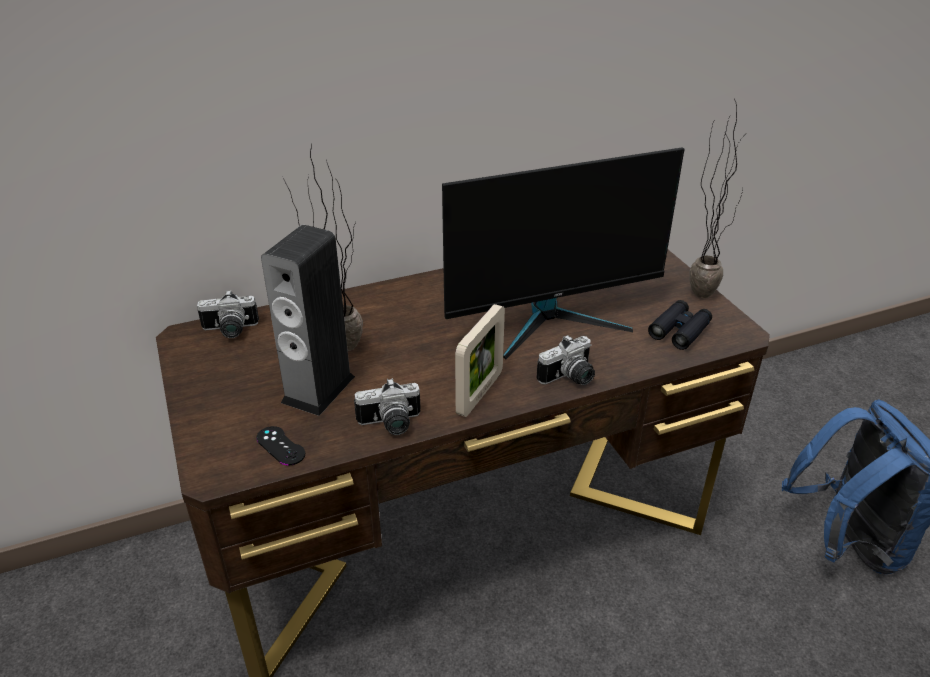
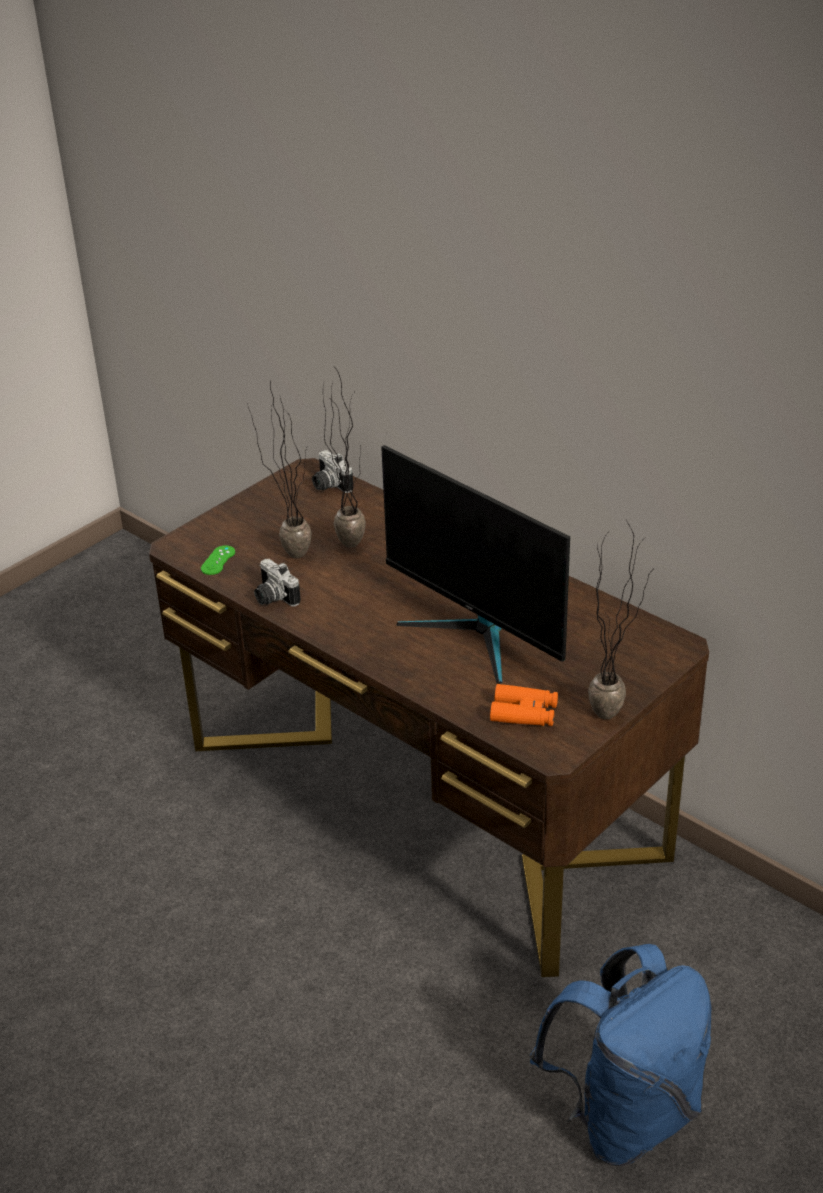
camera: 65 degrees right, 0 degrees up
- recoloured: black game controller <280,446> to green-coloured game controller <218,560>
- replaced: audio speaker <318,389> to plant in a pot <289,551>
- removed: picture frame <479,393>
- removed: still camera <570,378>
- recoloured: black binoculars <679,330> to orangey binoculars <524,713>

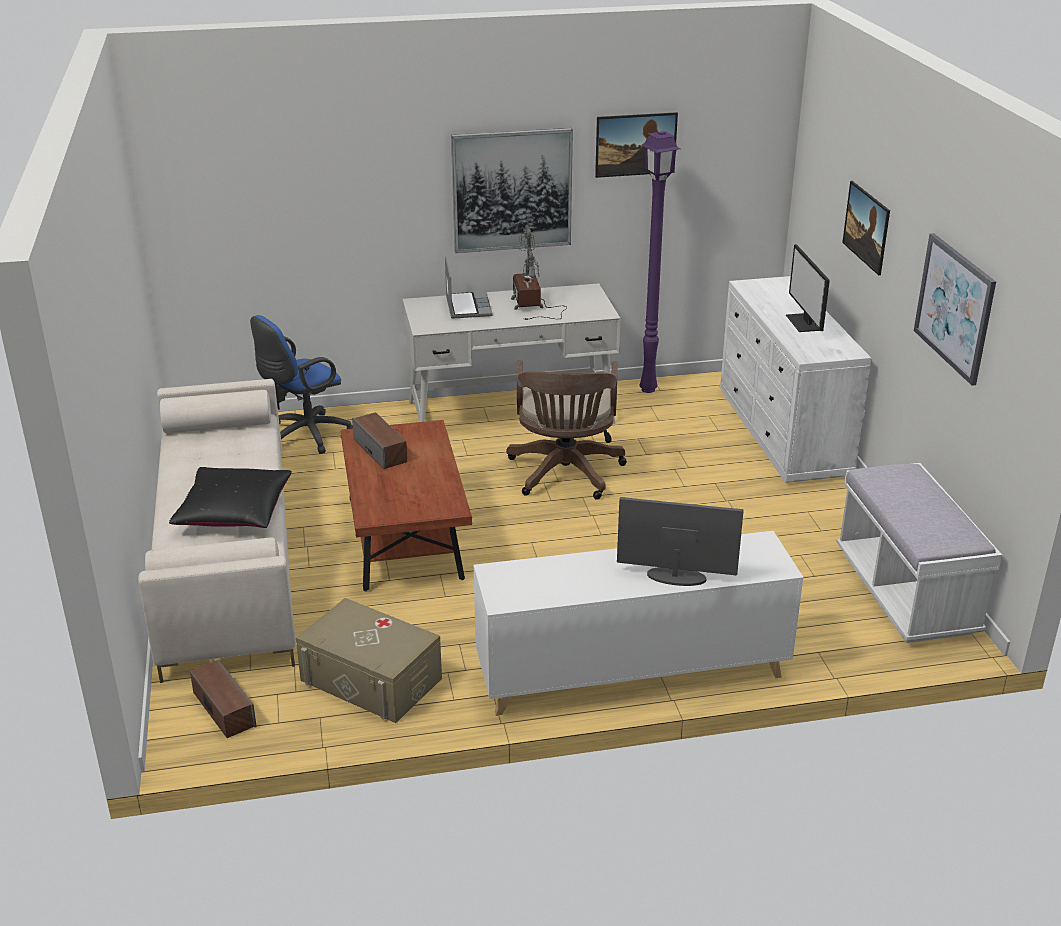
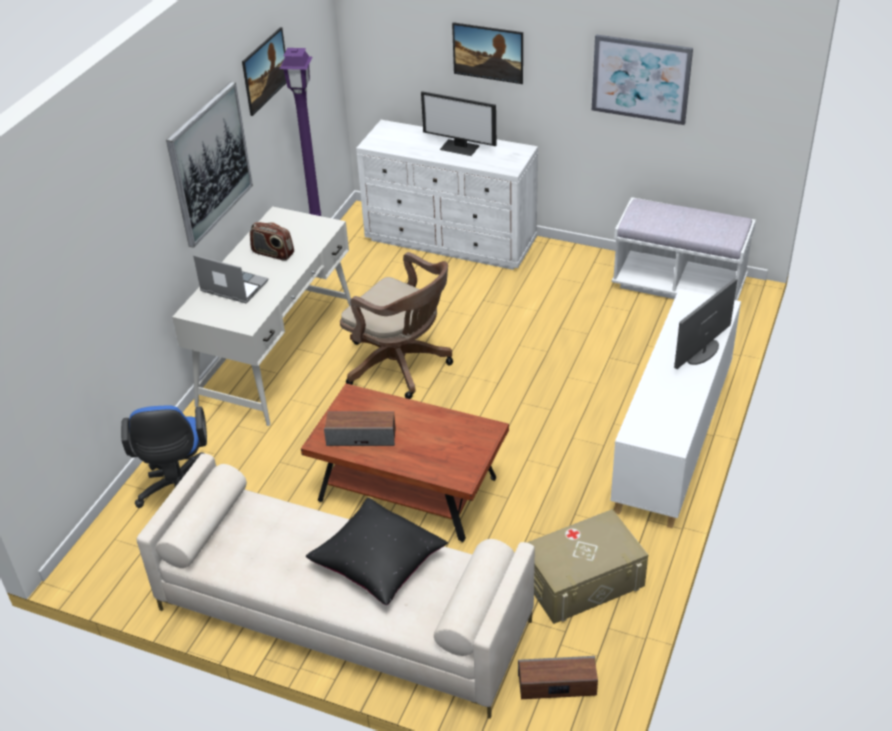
camera: 55 degrees left, 10 degrees up
- replaced: tabletop lamp <532,305> to radio receiver <273,253>

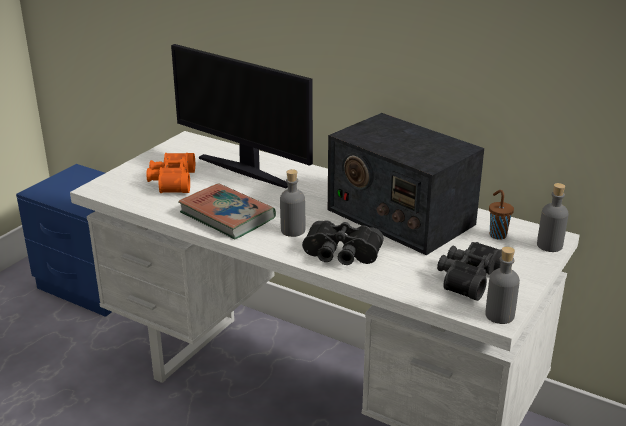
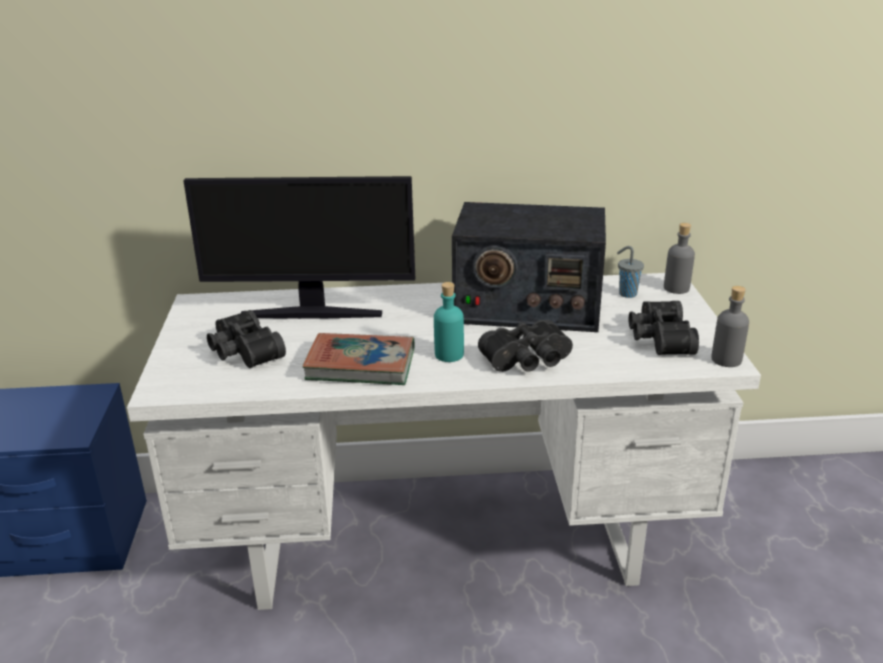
camera: 35 degrees left, 0 degrees up
- recoloured: orangey binoculars <171,181> to black binoculars <243,352>
- recoloured: greyish drink bottle <293,230> to turquoise-coloured drink bottle <449,354>
- recoloured: brown-coloured small cup <497,235> to greyish small cup <626,294>

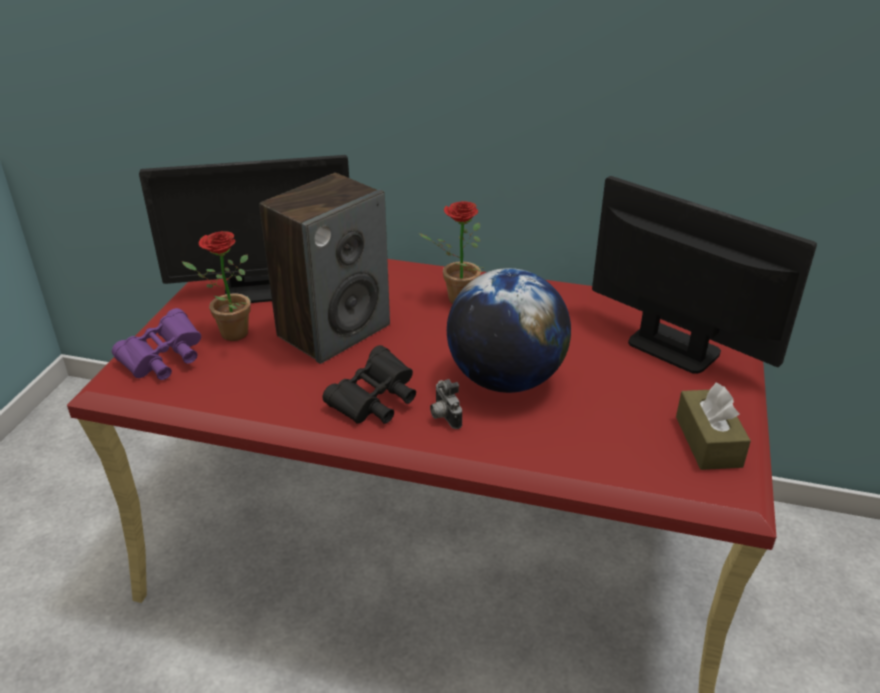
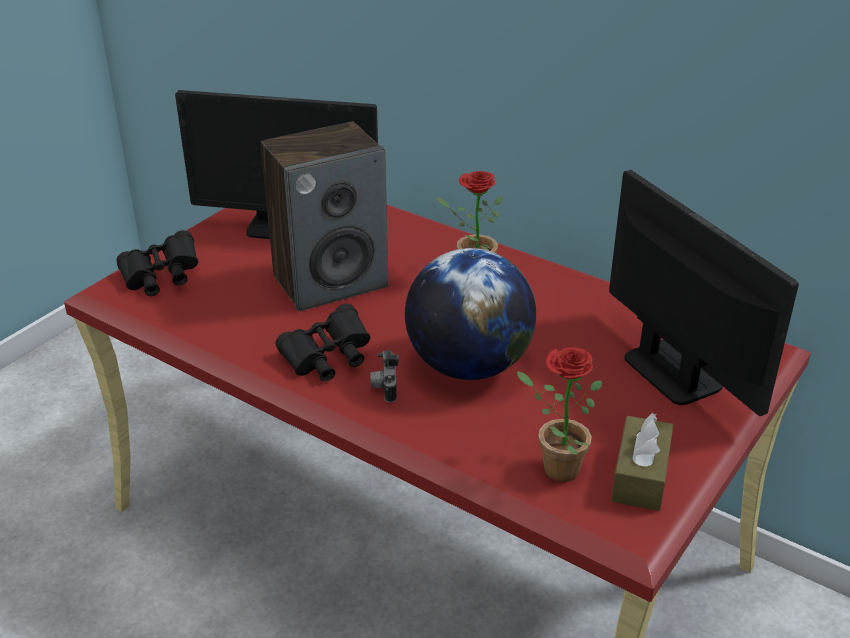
camera: 20 degrees right, 0 degrees up
- recoloured: purplish binoculars <164,361> to black binoculars <161,279>
- moved: plant in a pot <228,333> to <553,468>

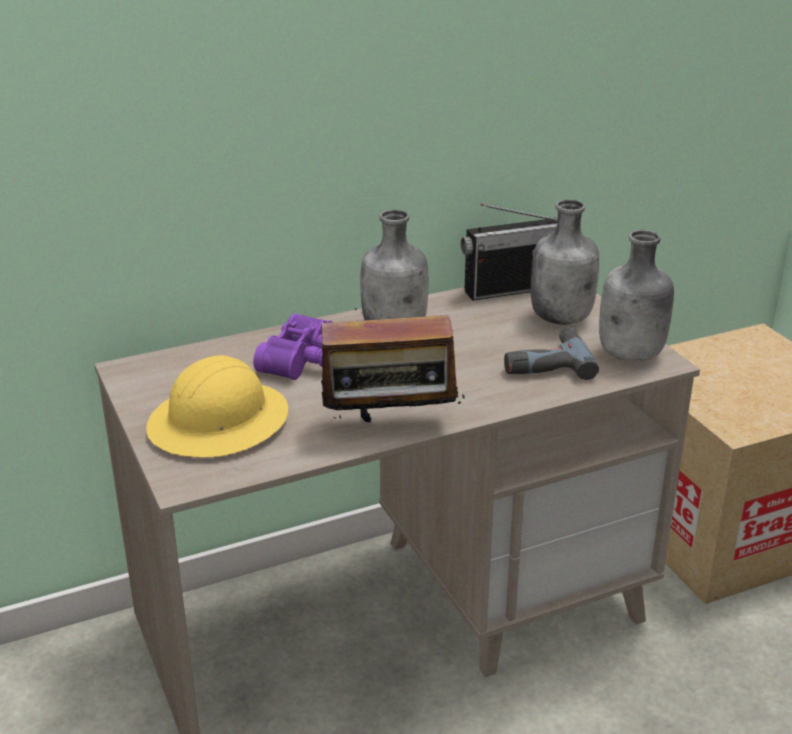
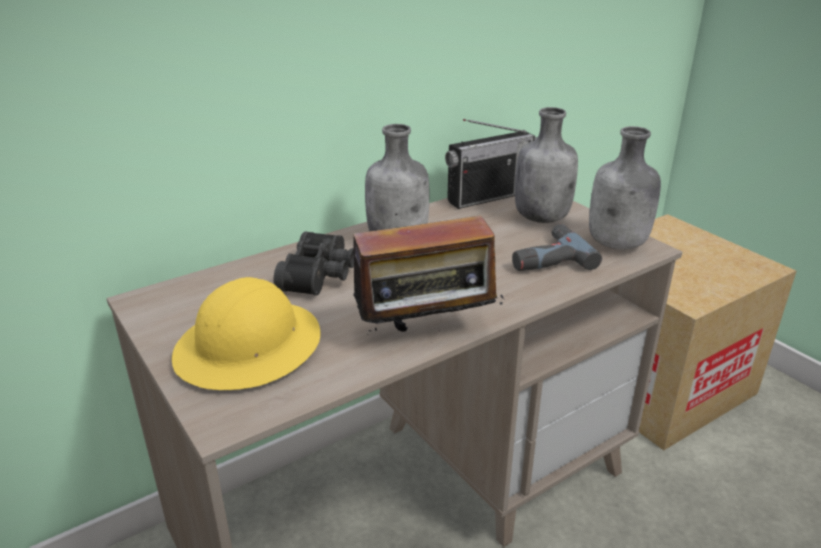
camera: 10 degrees left, 0 degrees up
- recoloured: purplish binoculars <304,360> to black binoculars <321,275>

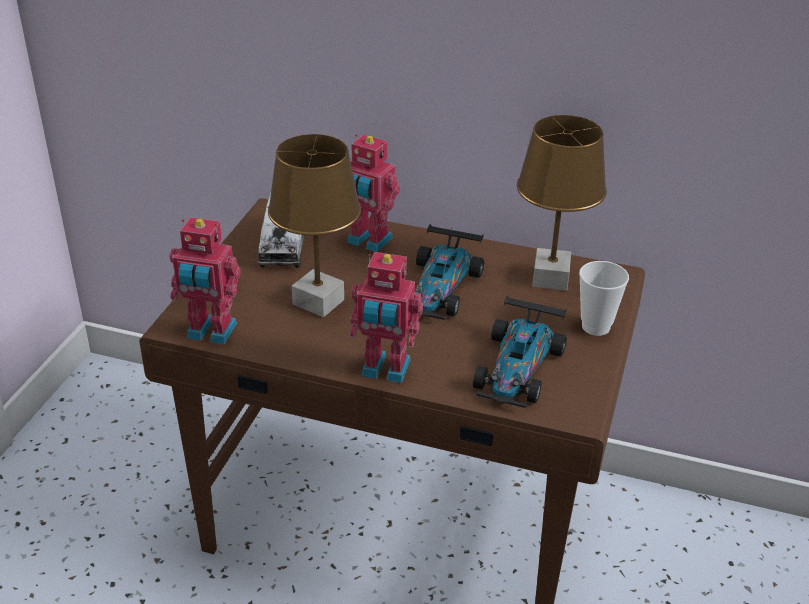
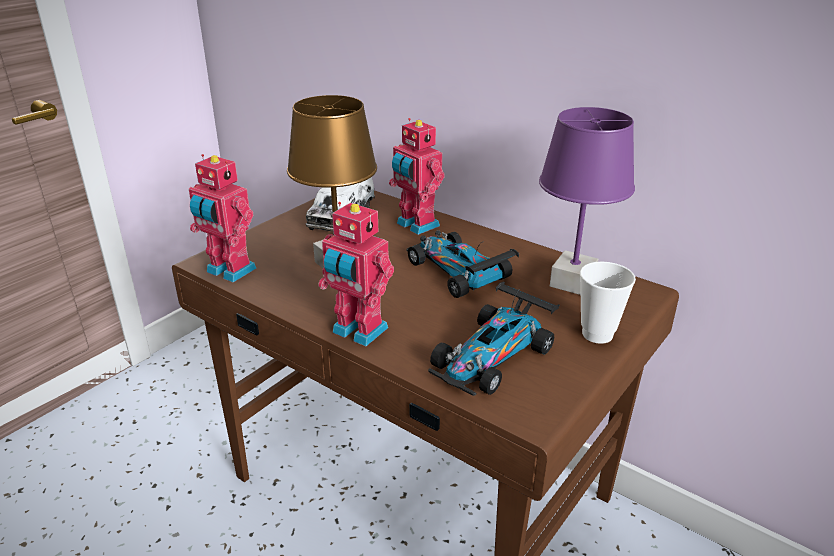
camera: 20 degrees right, 5 degrees down
- turned: model car <440,288> = <457,272> 105 degrees clockwise
- recoloured: brown-coloured tabletop lamp <550,277> to purplish tabletop lamp <572,282>

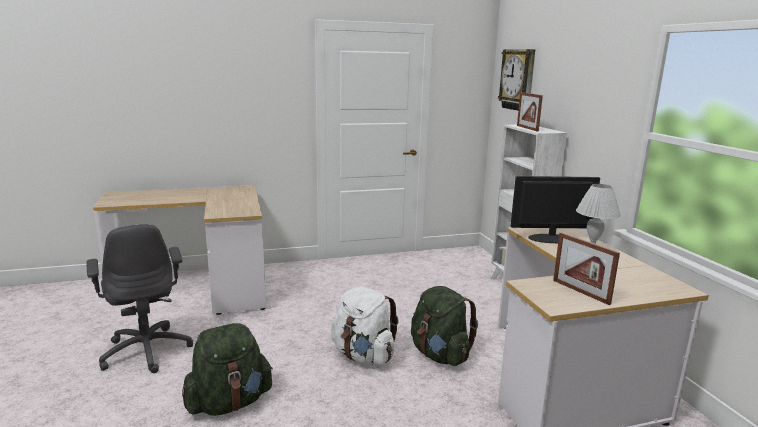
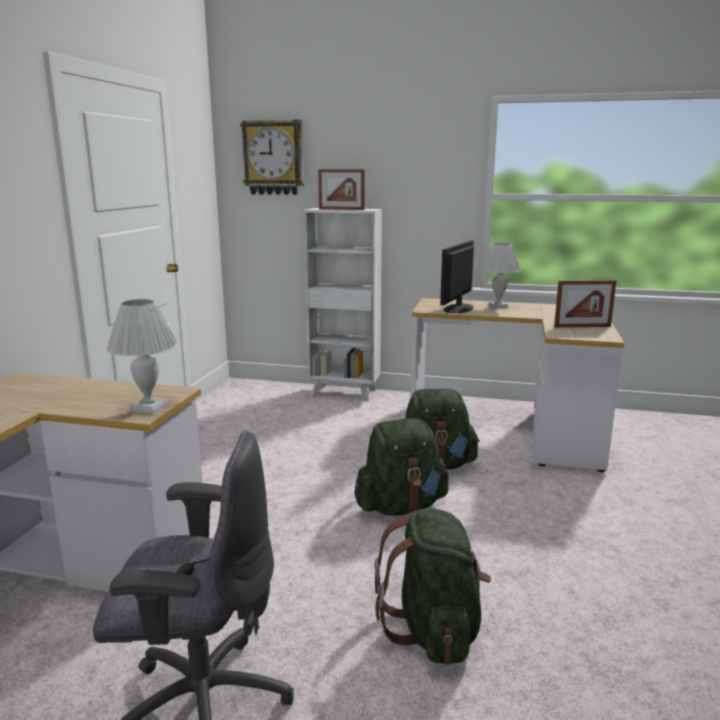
camera: 60 degrees left, 0 degrees up
- recoloured: whitish rucksack <363,356> to green-coloured rucksack <401,506>
- added: whitish tabletop lamp <148,408>

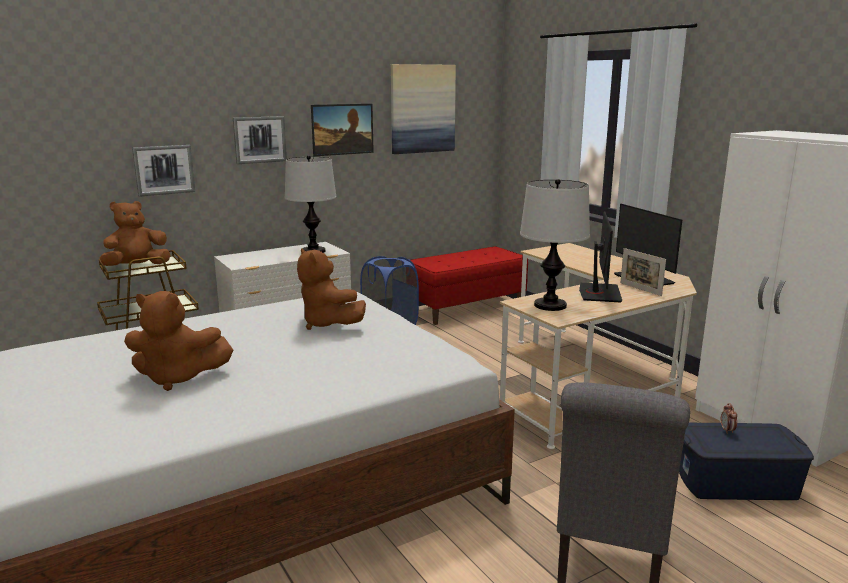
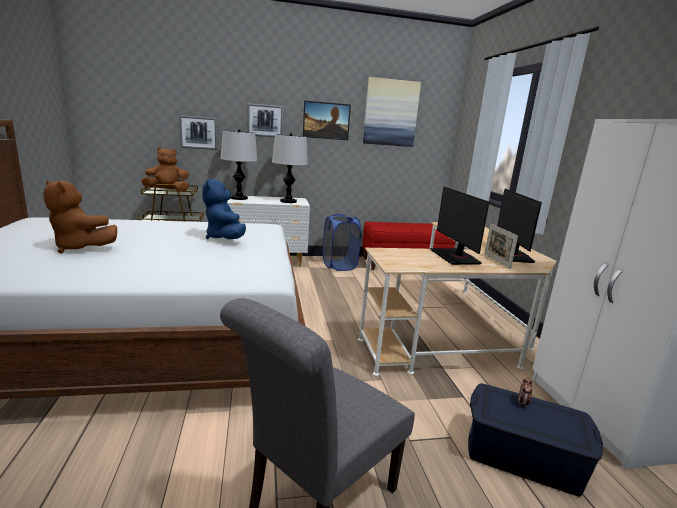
camera: 20 degrees right, 0 degrees up
- recoloured: brown-coloured plush toy <328,324> to bluish plush toy <225,238>
- moved: tabletop lamp <549,305> to <239,198>
- turned: monitor <599,293> = <455,257> 135 degrees clockwise

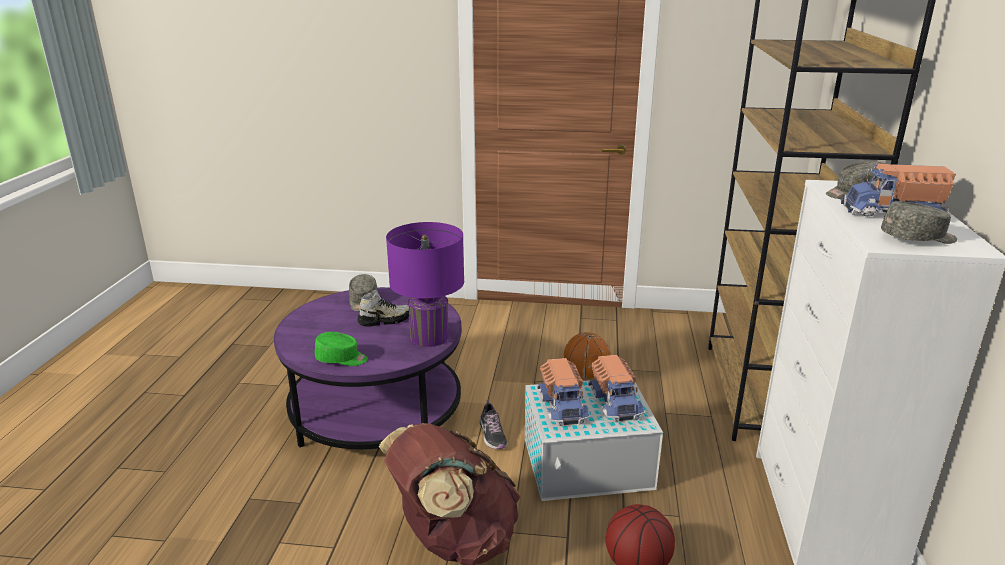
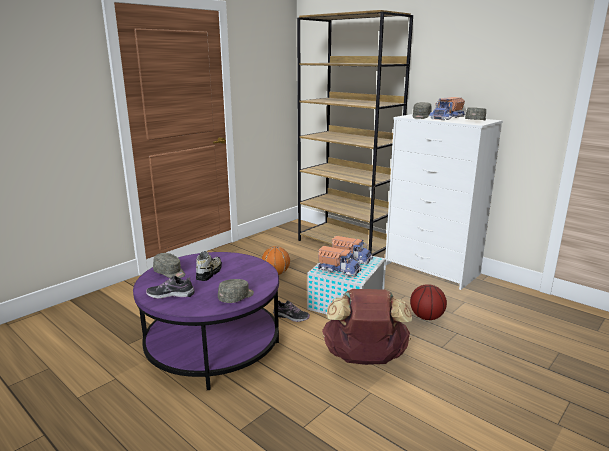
camera: 55 degrees left, 5 degrees down
- recoloured: green-coloured peaked cap <341,359> to greyish peaked cap <236,297>
- removed: purplish tabletop lamp <429,337>
- added: low shoe <171,295>

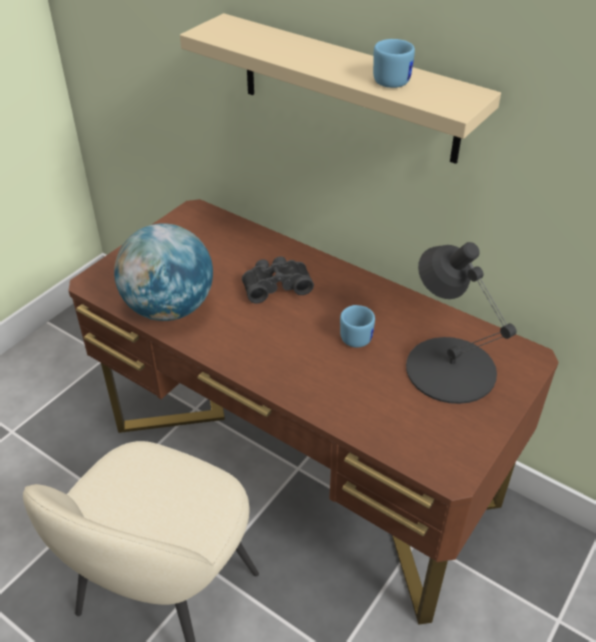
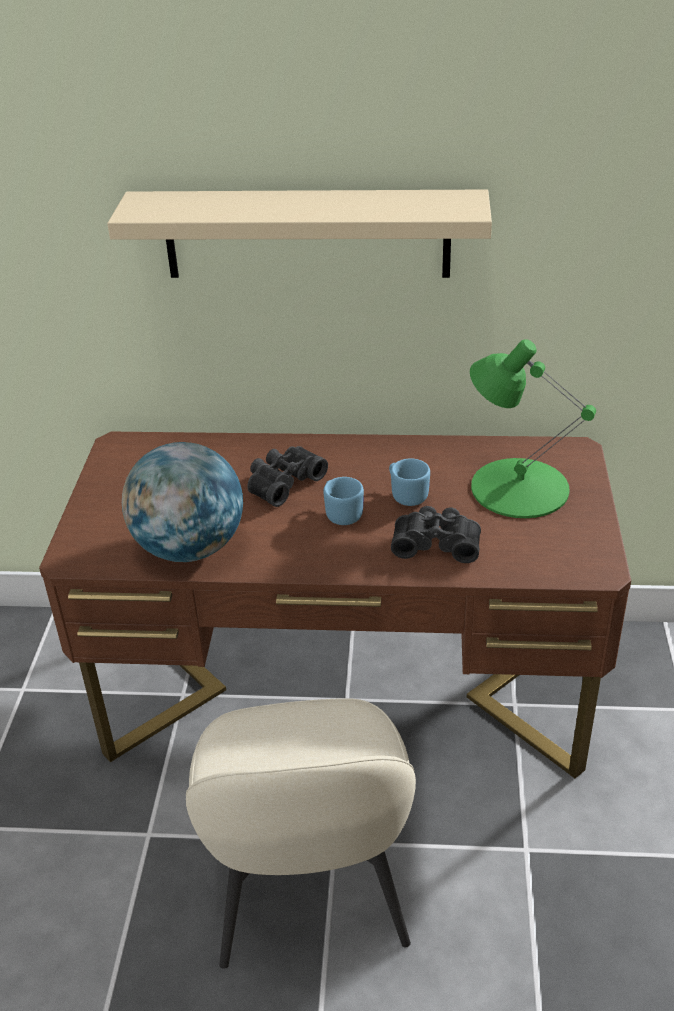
camera: 30 degrees left, 5 degrees down
- moved: bluish mug <391,79> to <342,513>
- recoloured: black tabletop lamp <450,368> to green-coloured tabletop lamp <518,487>
- added: black binoculars <436,543>

